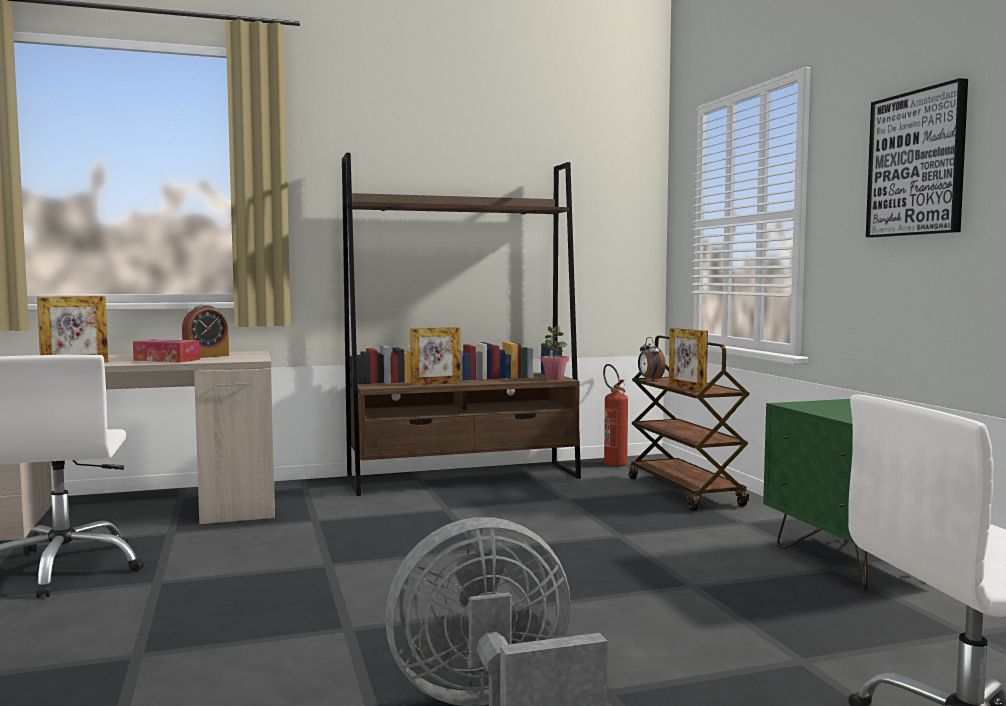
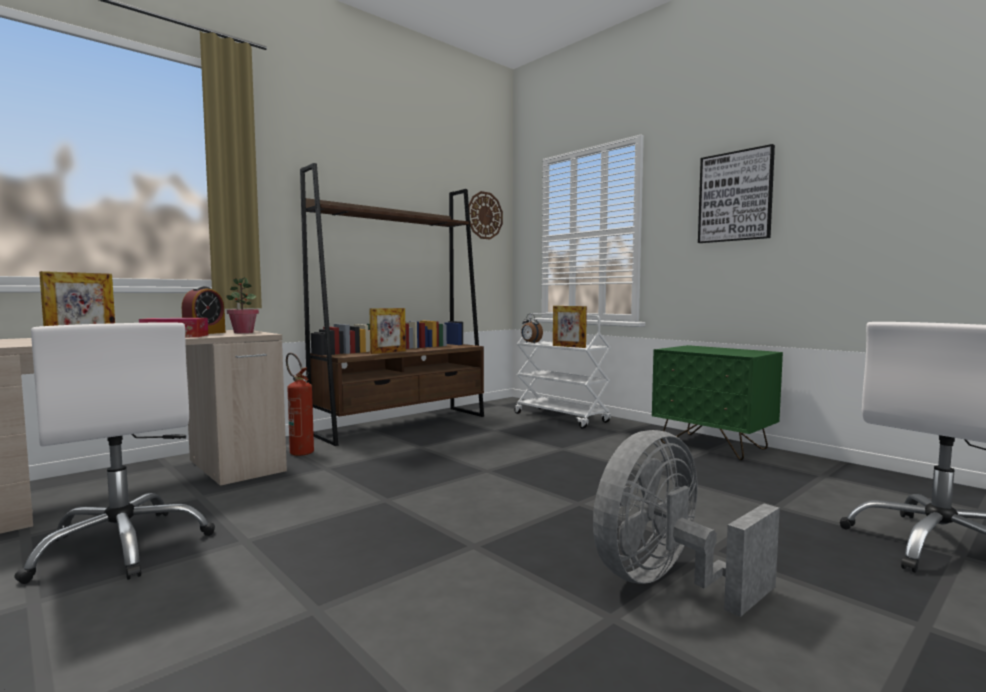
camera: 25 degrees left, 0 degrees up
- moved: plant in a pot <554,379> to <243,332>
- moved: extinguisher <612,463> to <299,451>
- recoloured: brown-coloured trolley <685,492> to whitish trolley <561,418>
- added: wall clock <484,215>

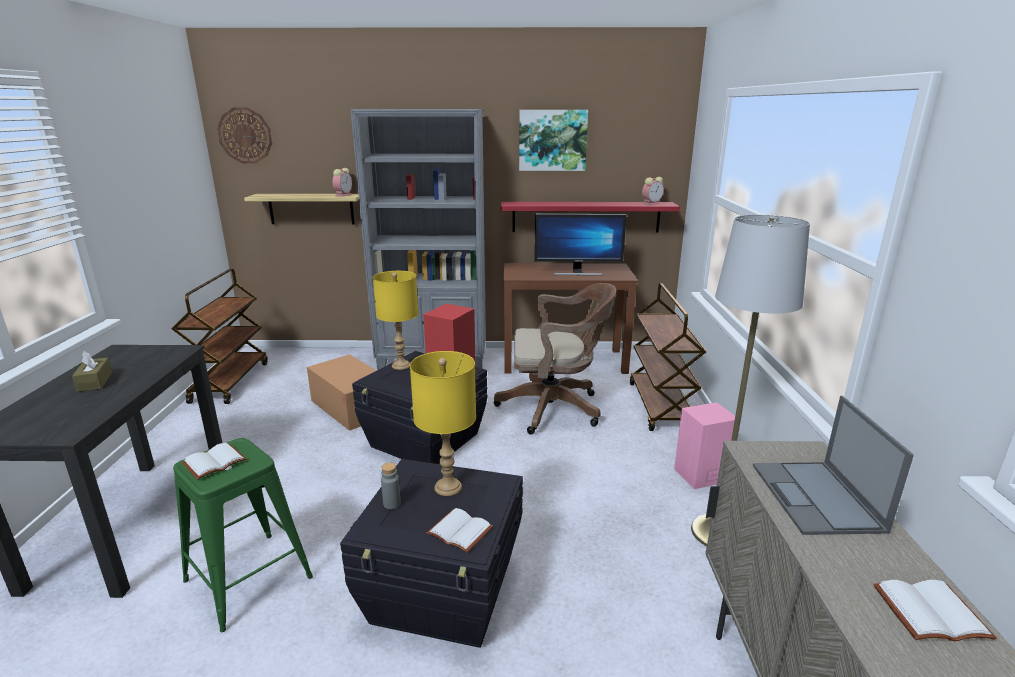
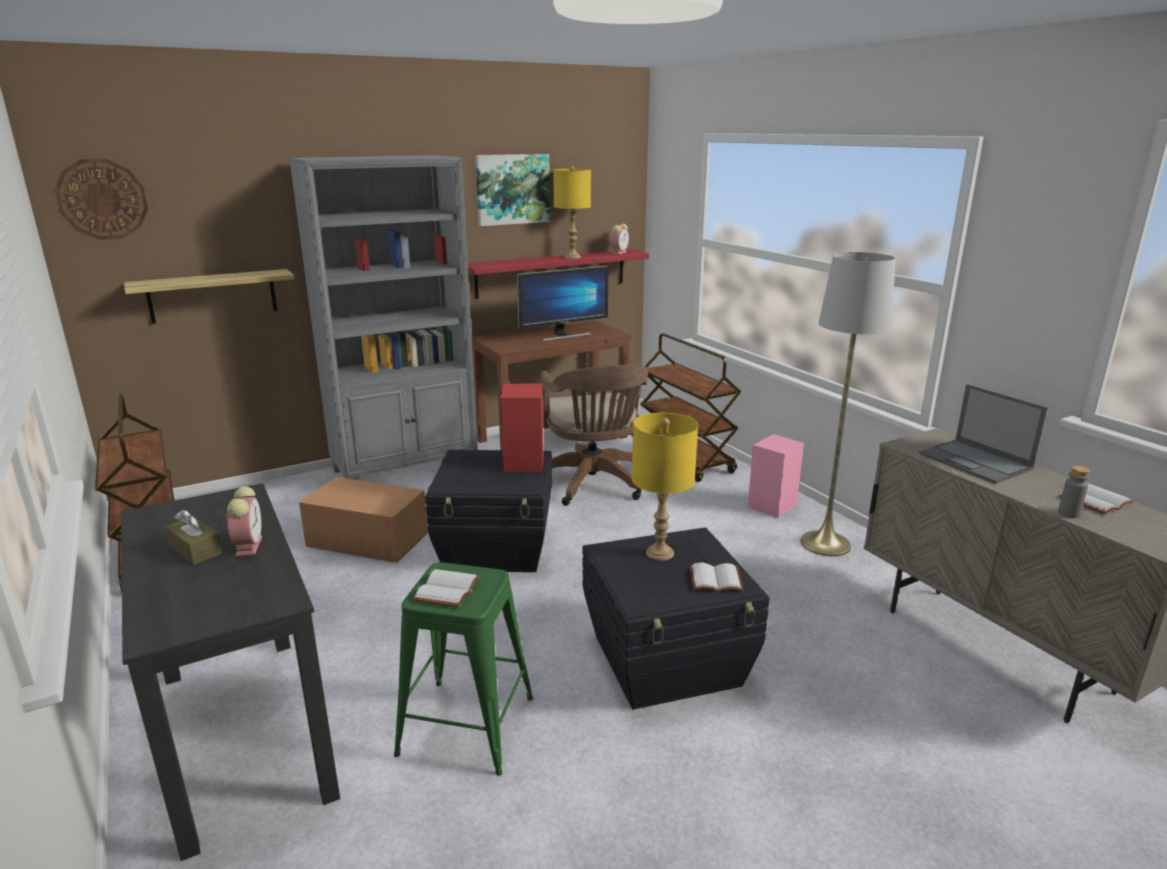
camera: 30 degrees left, 0 degrees up
- moved: alarm clock <343,195> to <248,545>
- moved: yellow tabletop lamp <400,365> to <572,257>
- moved: greyish drink bottle <392,503> to <1068,513>
- turned: brown-coloured desk chair <555,408> = <593,484> 105 degrees clockwise

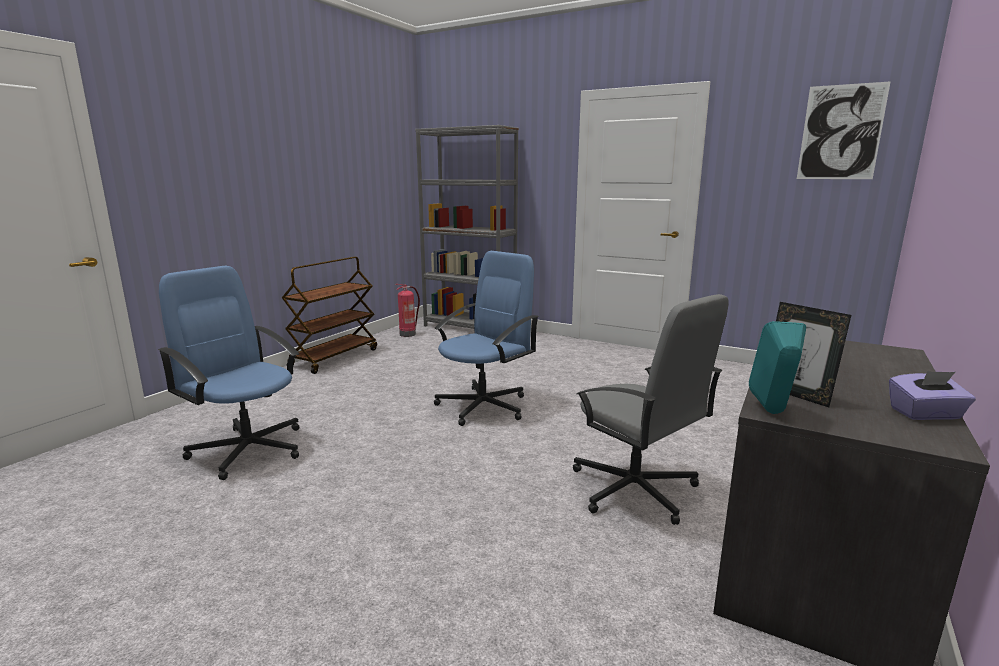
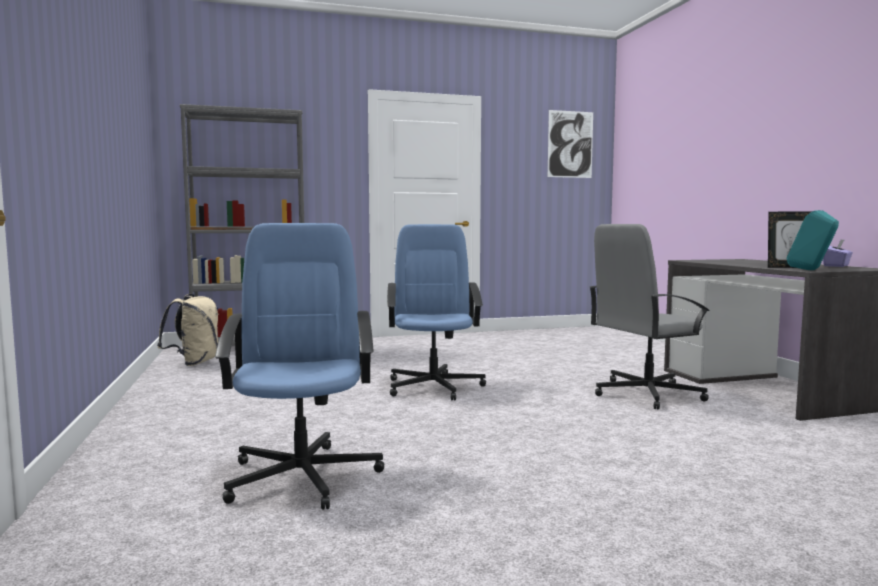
camera: 45 degrees left, 10 degrees down
- turned: bluish desk chair <248,449> = <303,475> 90 degrees clockwise
- removed: brown-coloured trolley <334,358>
- replaced: extinguisher <408,334> to sand-coloured rucksack <194,363>
- turned: greyish desk chair <635,490> = <645,394> 150 degrees clockwise

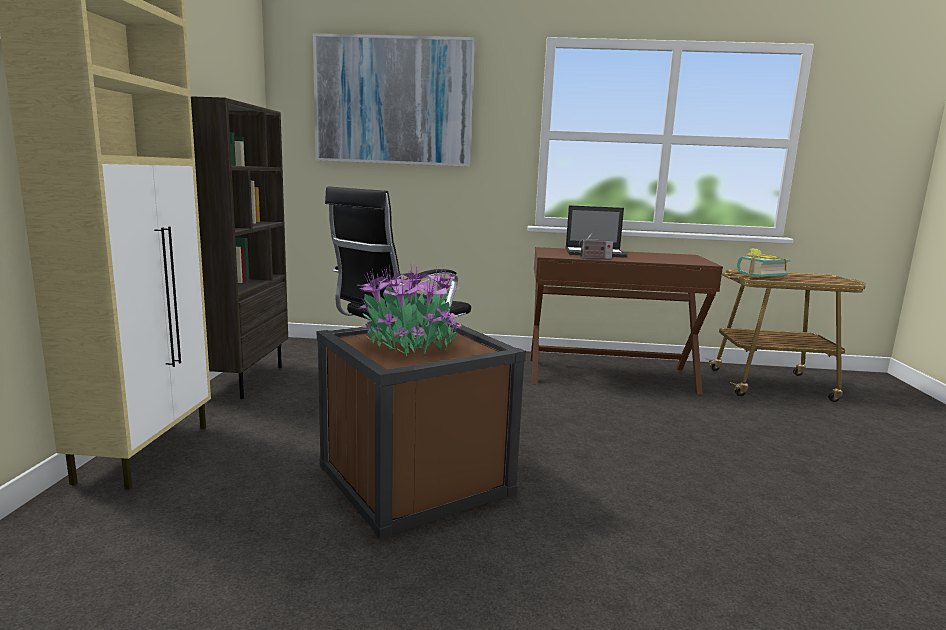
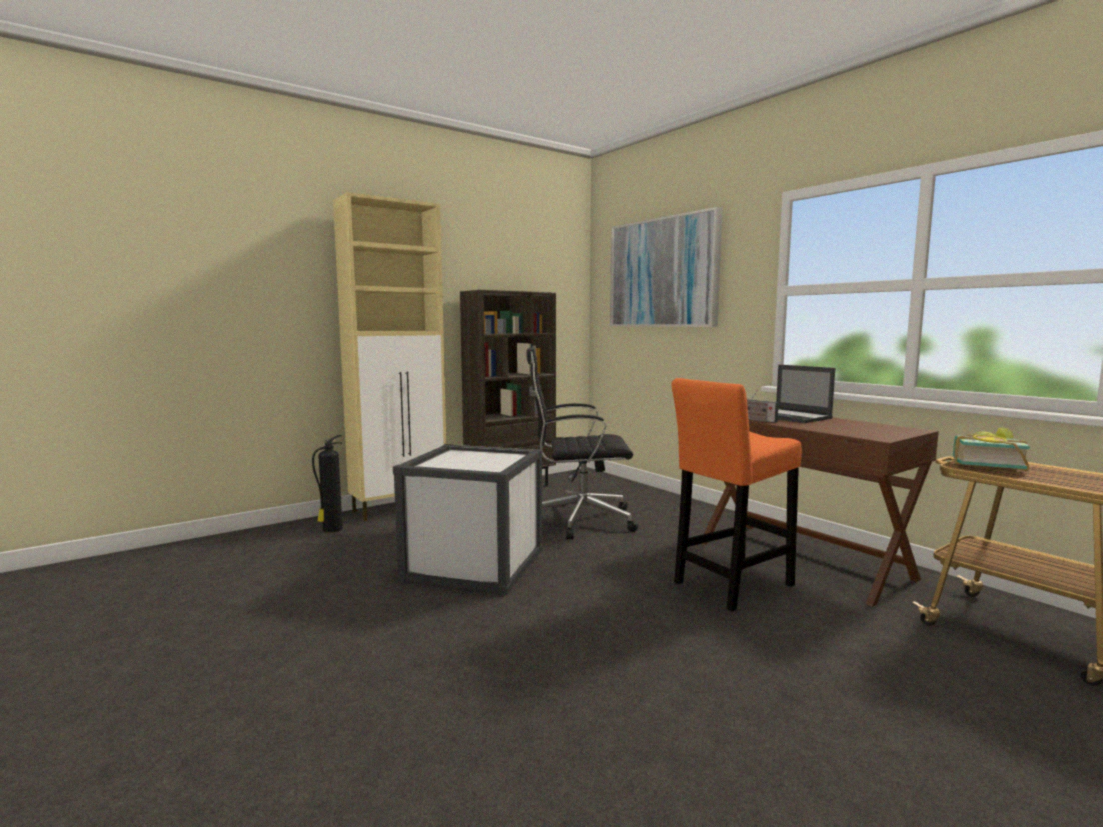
camera: 50 degrees right, 5 degrees down
- recoloured: brown-coloured storage container <415,479> to whitish storage container <475,564>
- removed: plant in a pot <410,343>
- added: extinguisher <331,530>
- added: orangey stool seat <729,586>

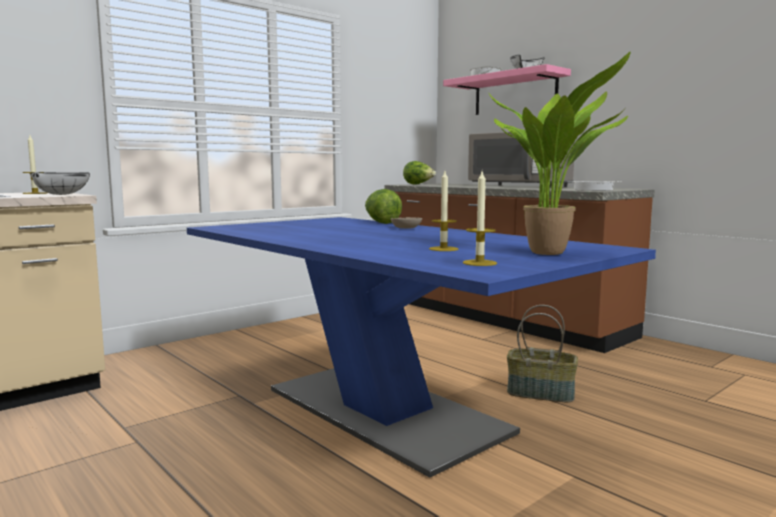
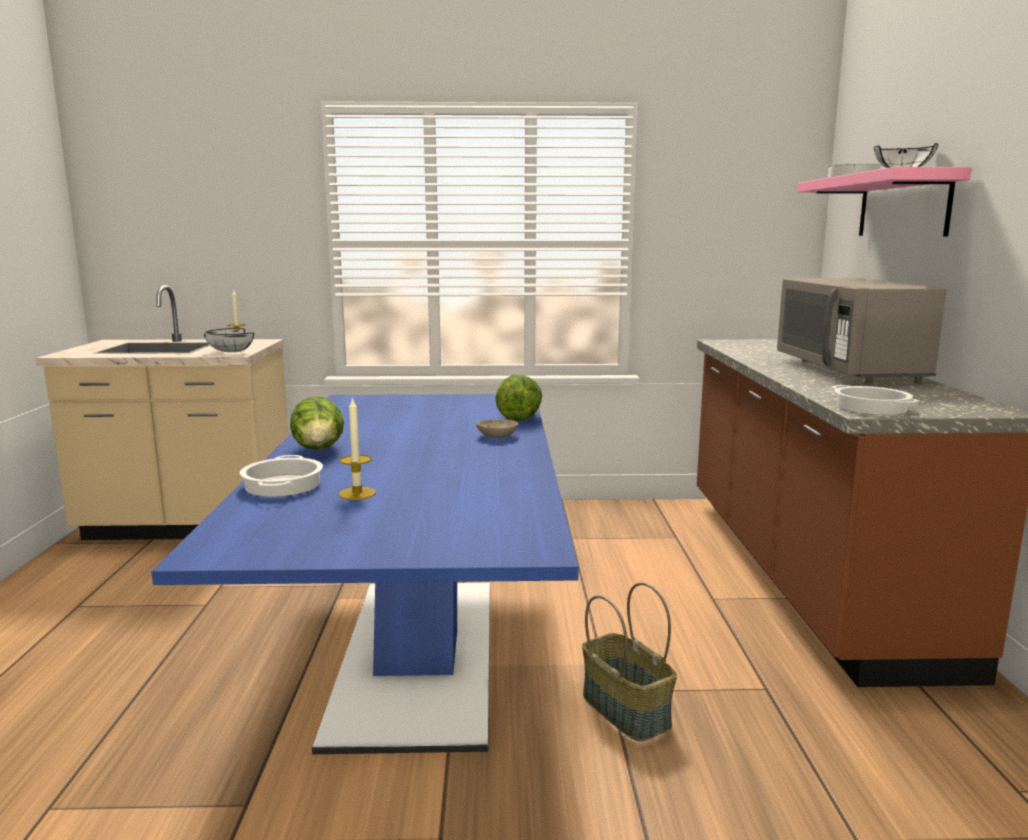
camera: 40 degrees right, 5 degrees up
- moved: lettuce head <418,184> to <319,451>
- removed: wax light <479,263>
- removed: plant in a pot <551,252>
- added: cooking pot <282,485>

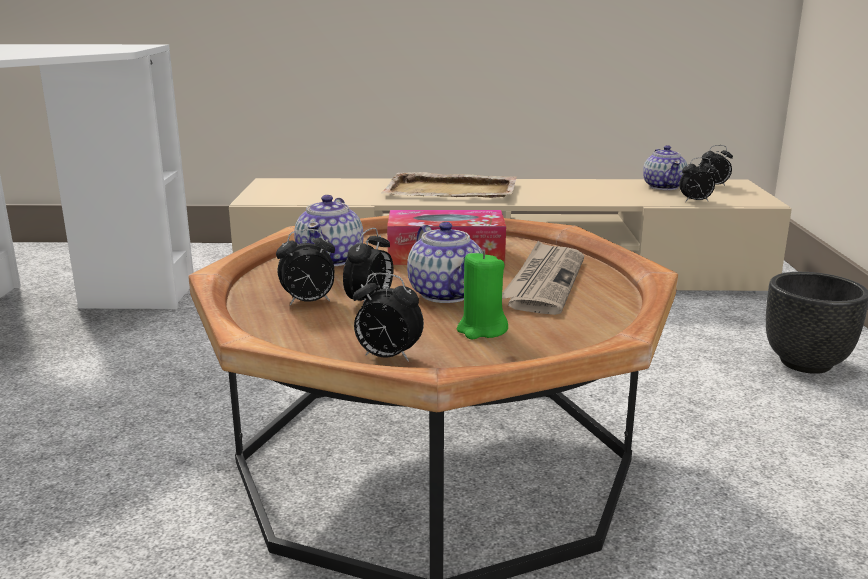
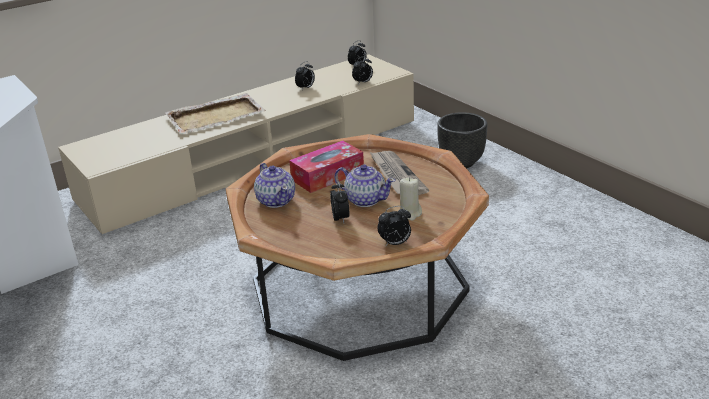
camera: 35 degrees left, 10 degrees up
- moved: alarm clock <308,302> to <306,88>
- recoloured: green-coloured wax light <481,330> to sand-coloured wax light <410,213>
- removed: pot for tea <664,186>

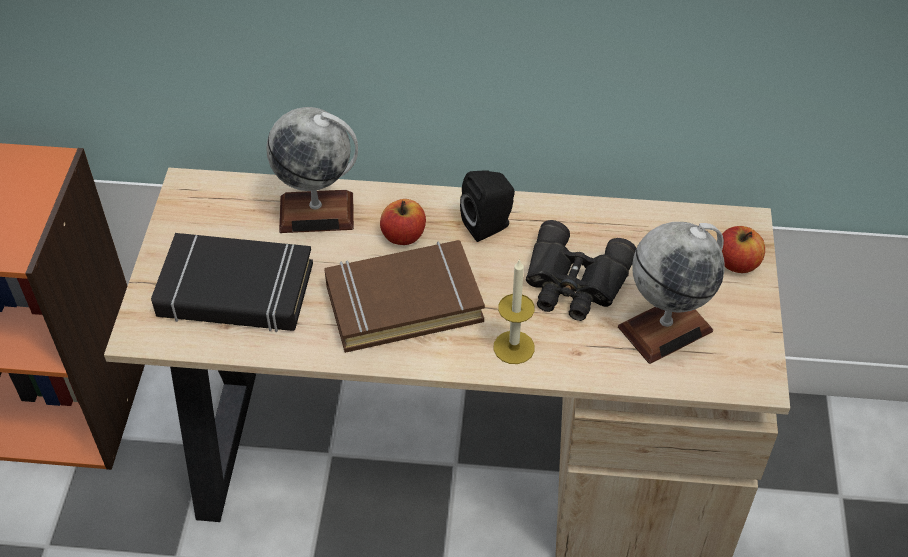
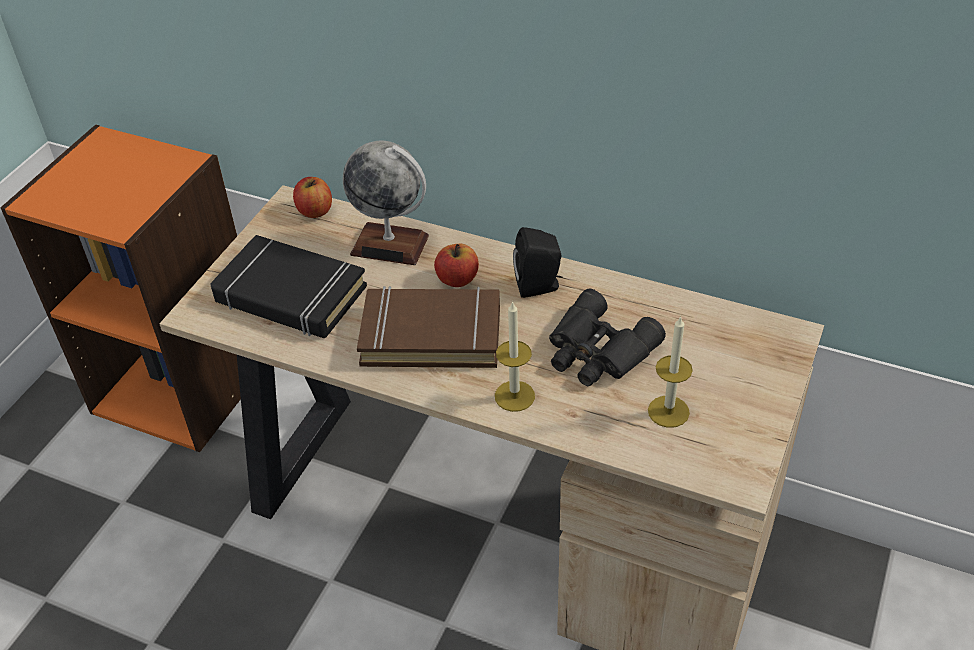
camera: 20 degrees right, 5 degrees down
- replaced: globe <665,328> to wax light <668,411>
- moved: whole apple <737,263> to <315,211>

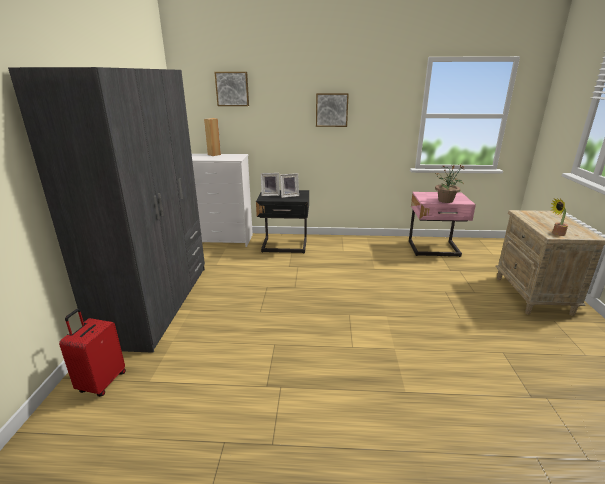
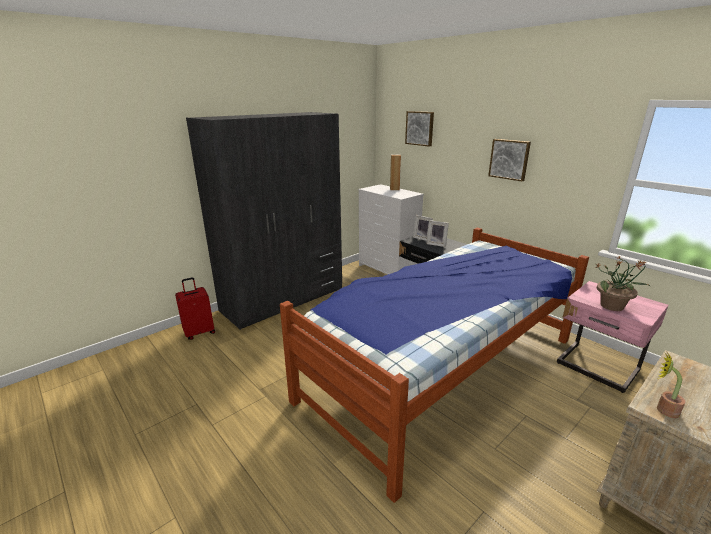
camera: 45 degrees right, 0 degrees up
- added: bedroom bed <441,368>

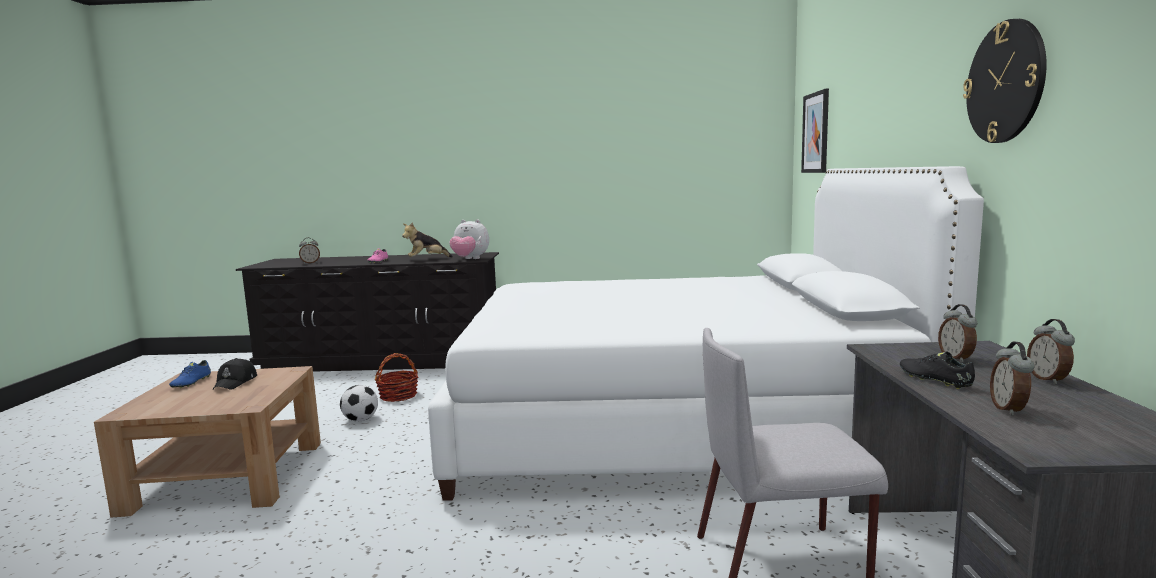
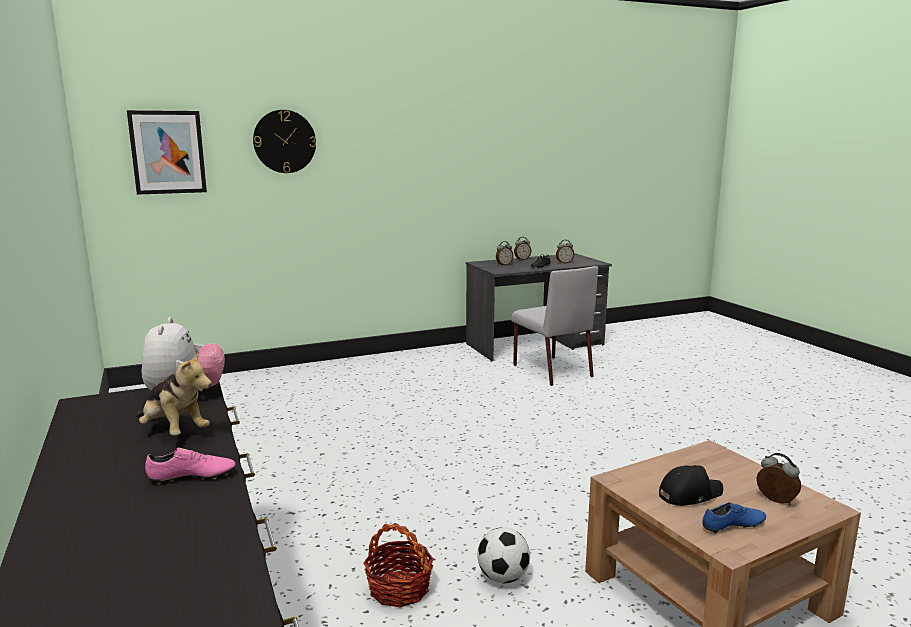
camera: 115 degrees left, 5 degrees up
- moved: alarm clock <310,263> to <775,501>
- removed: whitish bedroom bed <673,425>
- moved: wall clock <1005,82> to <284,141>

